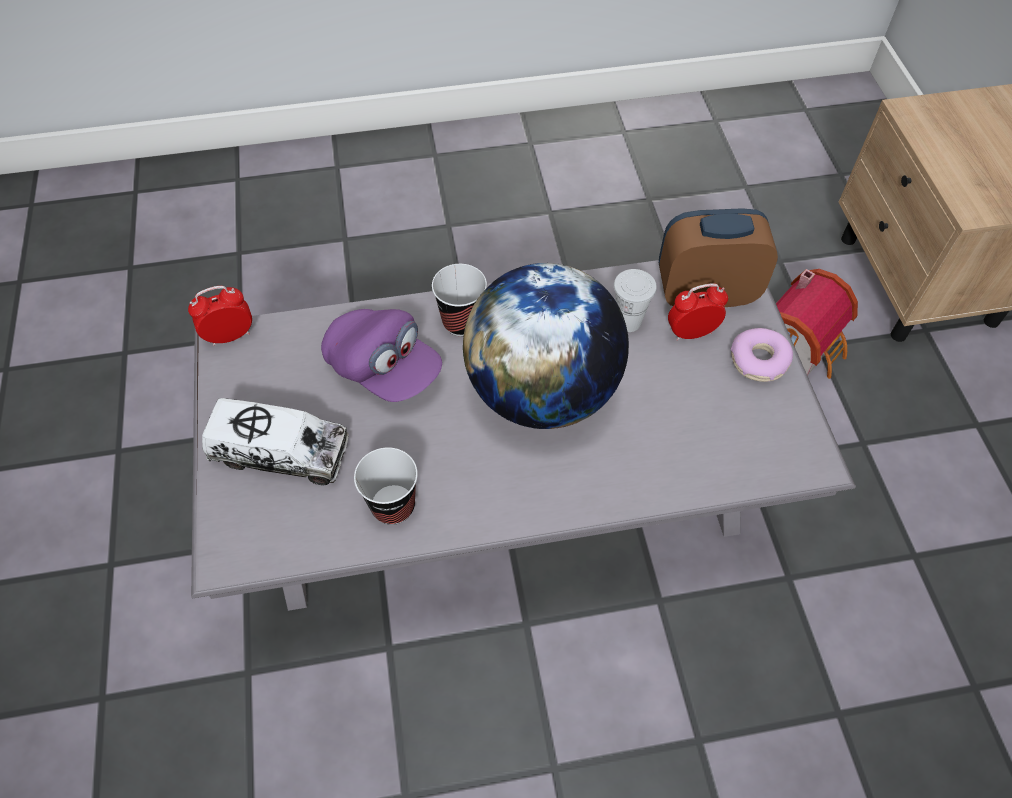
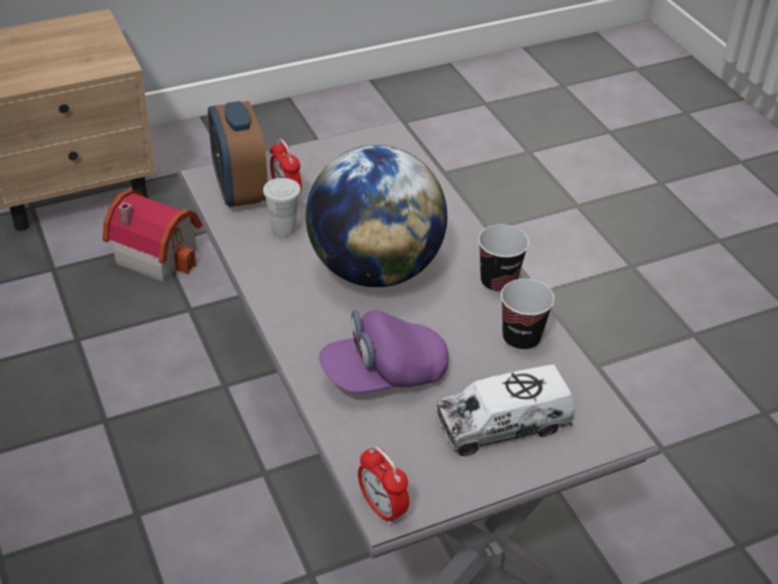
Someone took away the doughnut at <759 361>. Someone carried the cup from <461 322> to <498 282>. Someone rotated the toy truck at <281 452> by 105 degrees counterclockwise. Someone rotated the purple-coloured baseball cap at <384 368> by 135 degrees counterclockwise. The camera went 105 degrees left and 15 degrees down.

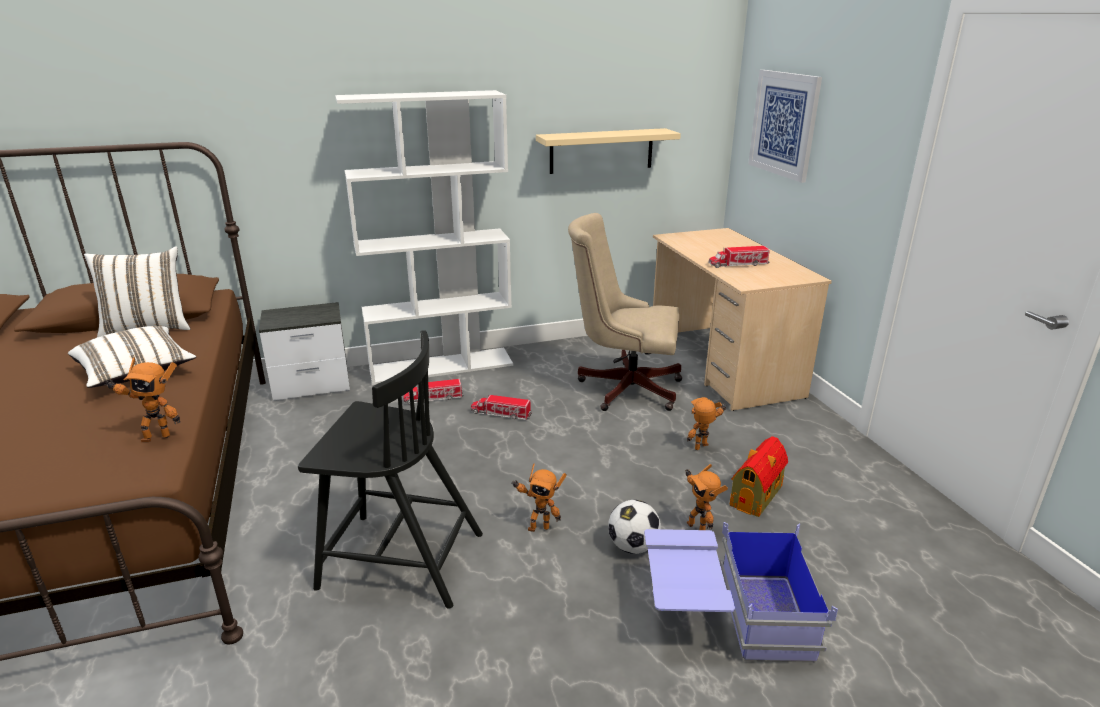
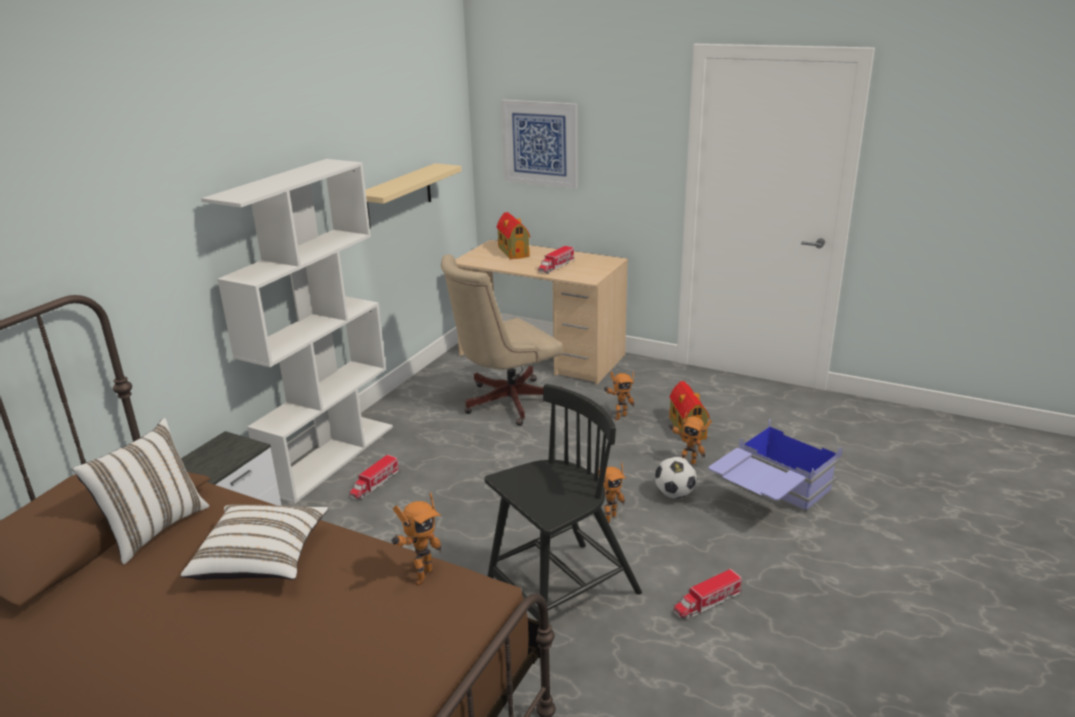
Someone put down the toy house at <513 251>. Someone carried the toy truck from <501 414> to <707 602>. Someone rotated the robot figure at <703 448> by 135 degrees counterclockwise. The camera went 45 degrees left and 0 degrees up.

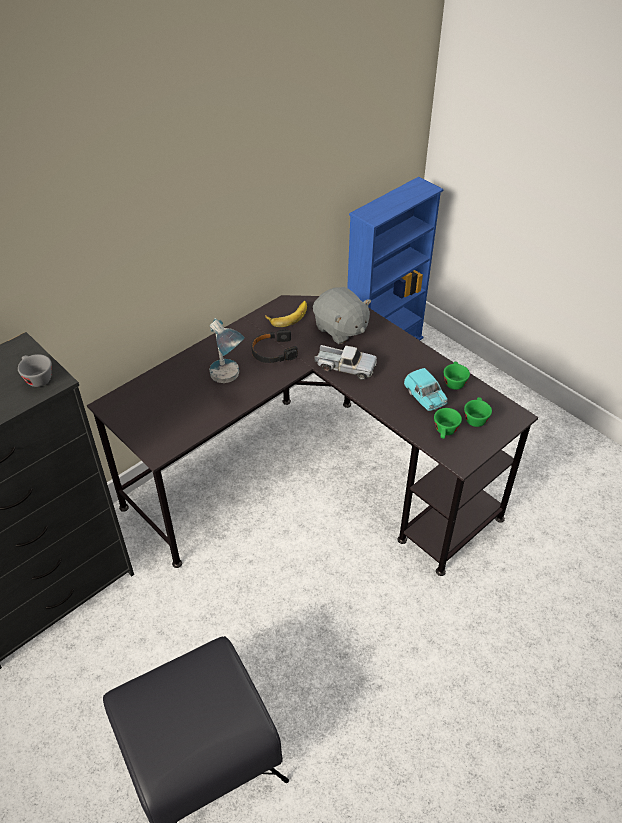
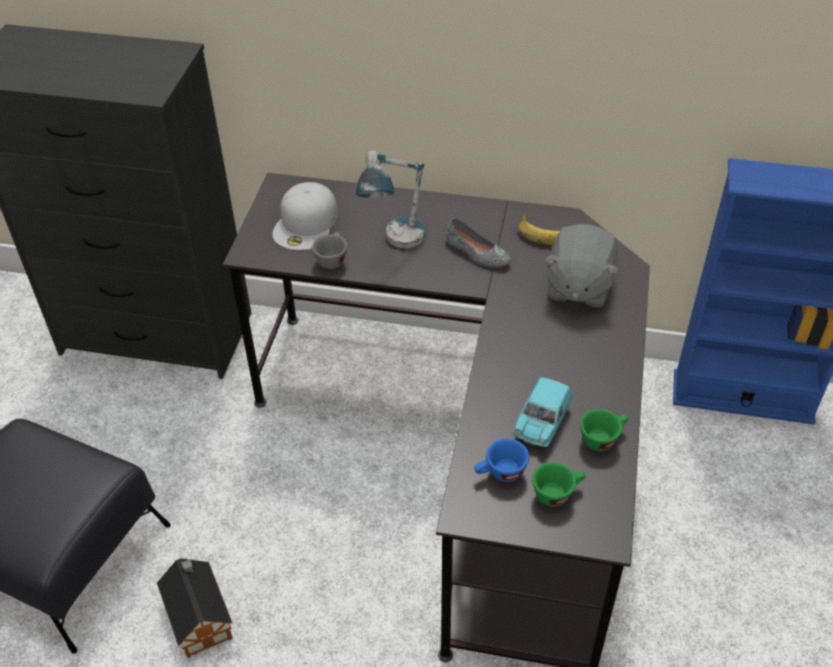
Someone took away the toy truck at <345 367>. Someone put down the toy house at <199 615>. Someone put down the white-coloured baseball cap at <306 224>. Someone carried the grey cup from <36 378> to <332 258>. Someone swapped the blackish headset at <273 352> for the grey low shoe at <477 253>. Someone repainted the green-coloured cup at <445 432>, which became the blue-coloured cup at <500 473>. The camera went 55 degrees right and 0 degrees up.

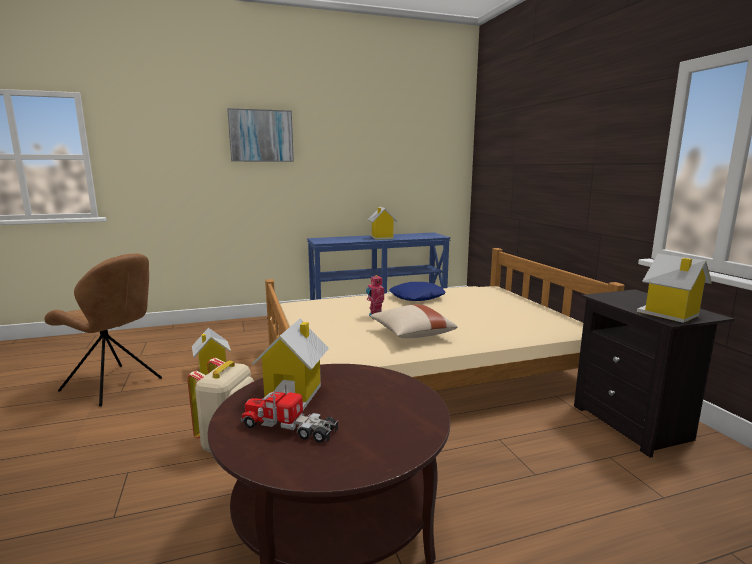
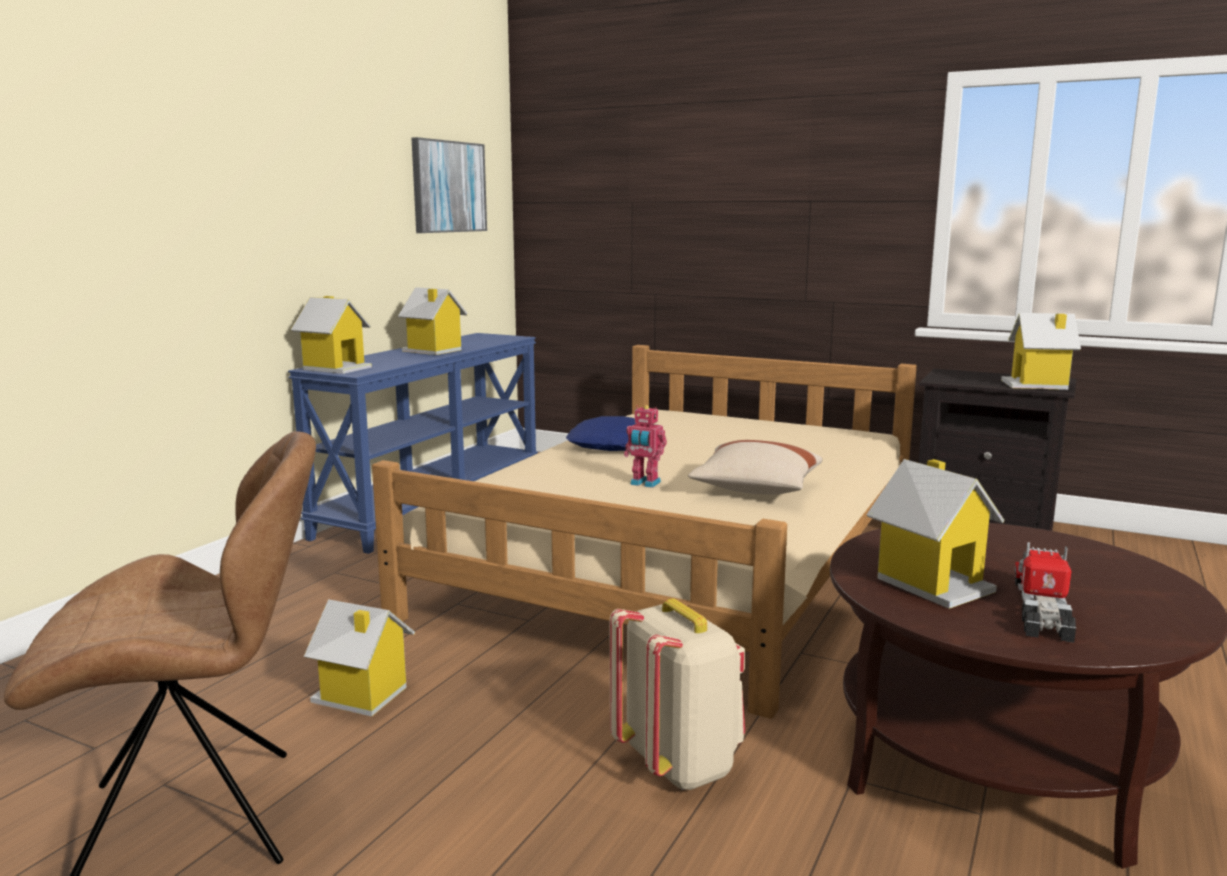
Someone put down the toy house at <335 368>. Someone carried the picture from <261 136> to <448 187>. Someone rotated the toy truck at <290 428> by 135 degrees clockwise. The camera went 45 degrees left and 0 degrees up.

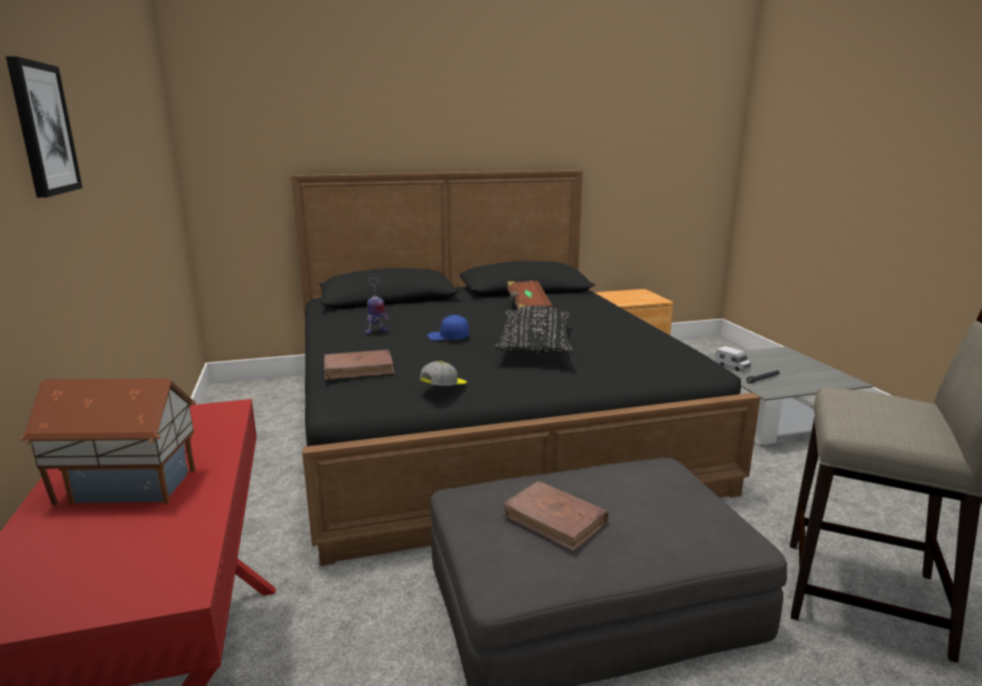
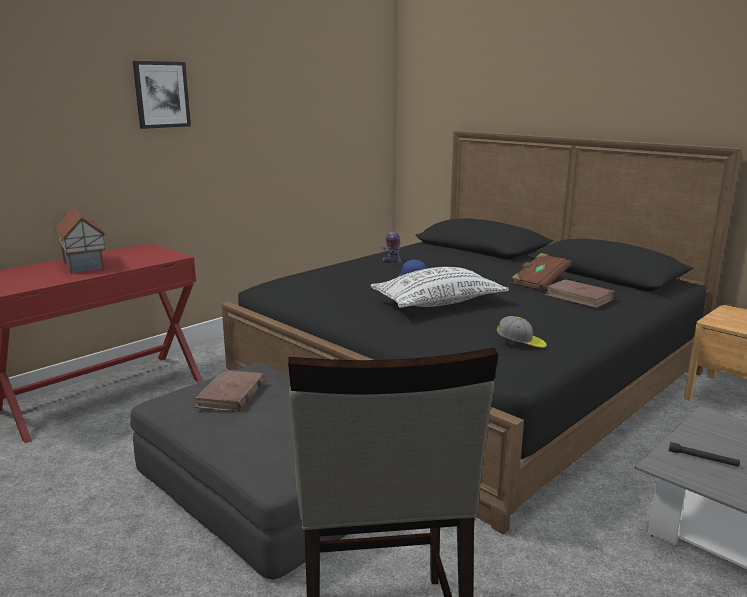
Someone took away the toy truck at <732 367>. Someone carried the brown-coloured bound book from <359 369> to <579 297>. Someone carried the baseball cap from <444 387> to <521 343>. Someone repainted the blackish pillow at <535 345>, which became the white-coloured pillow at <438 303>. The camera went 60 degrees right and 0 degrees up.

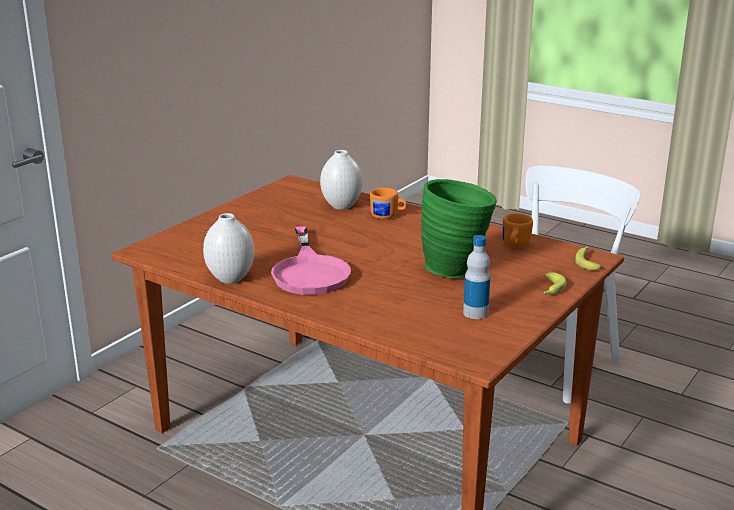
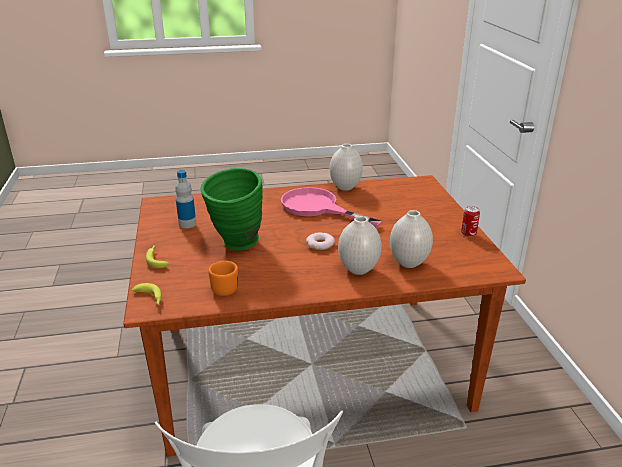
Someone put down the doughnut at <320 244>. Someone put down the can at <468 233>. Someone swapped the orange tea mug at <388 216> for the white-coloured flower vase at <358 270>. The camera went 135 degrees right and 5 degrees up.

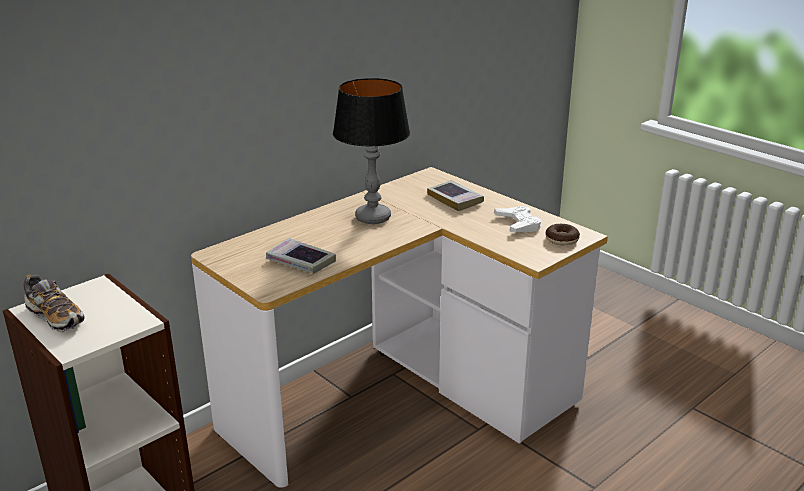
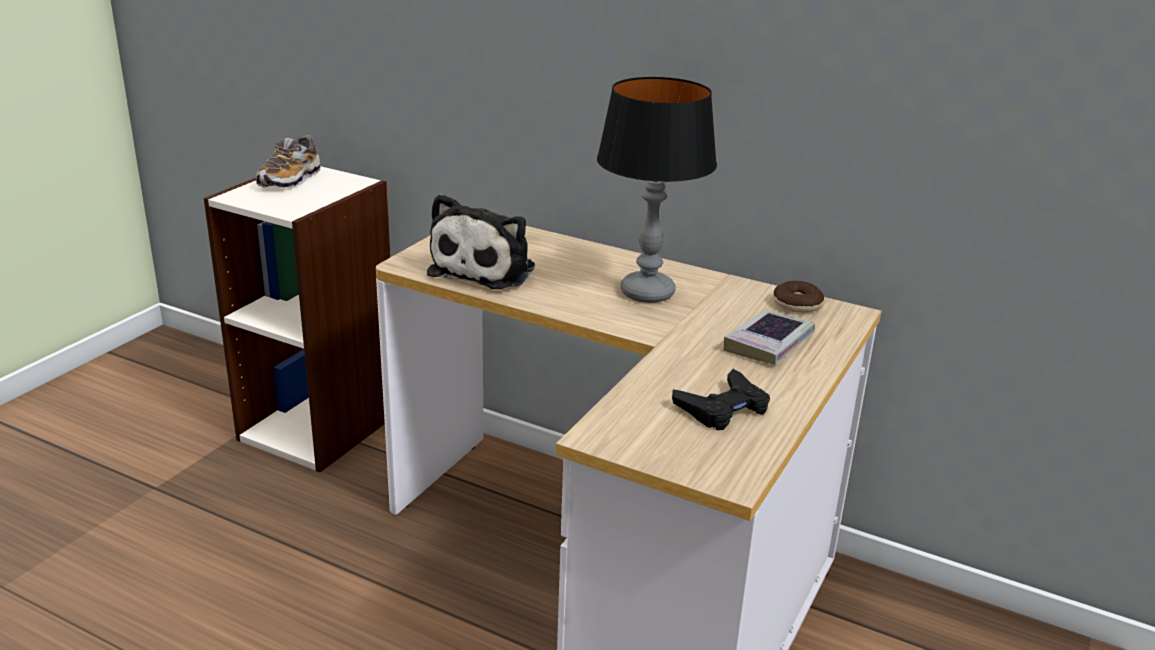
Someone carried the doughnut from <561 240> to <797 304>. Someone swapped the bound book at <301 261> for the plush toy at <486 269>. Someone repainted the white-coloured joypad at <518 224>, which became the blackish joypad at <723 408>. The camera went 70 degrees right and 0 degrees up.

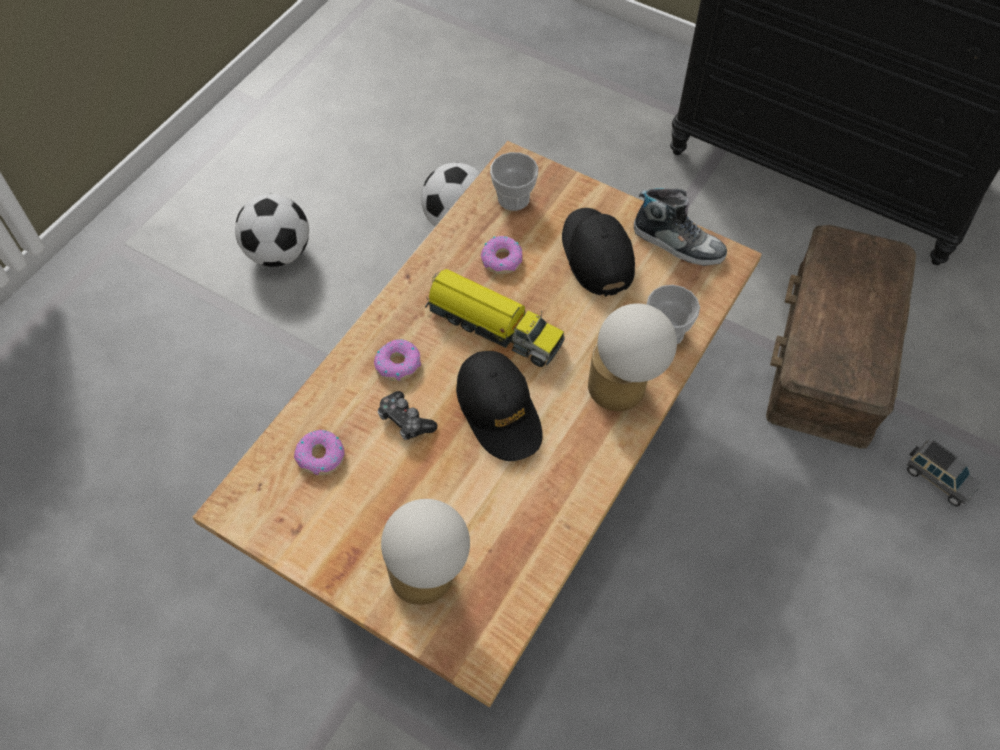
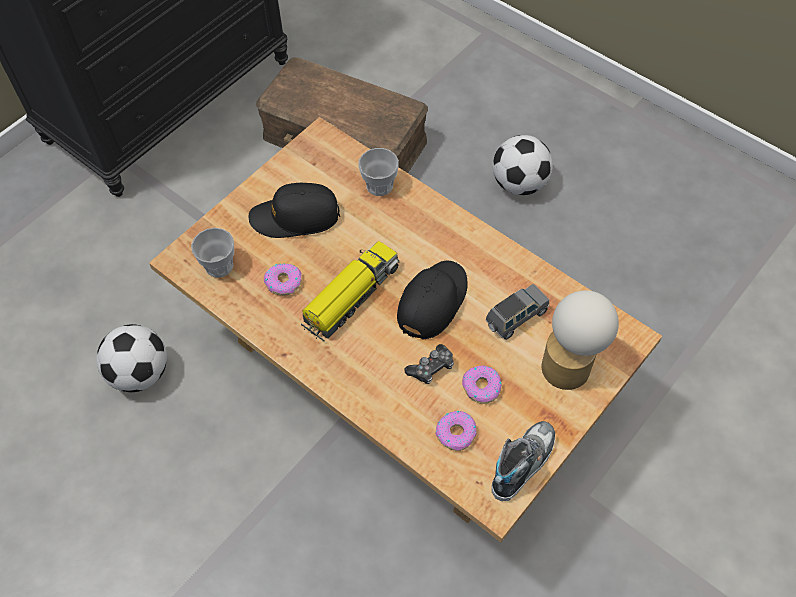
Someone took away the tabletop lamp at <623 392>. Someone carried the football from <279 253> to <519 184>. Someone carried the doughnut from <398 364> to <481 387>. Someone carried the low shoe from <678 243> to <522 463>. Someone carried the grey model car from <937 479> to <515 318>. Someone rotated the blackish baseball cap at <499 411> by 45 degrees counterclockwise. The camera went 80 degrees left and 0 degrees up.

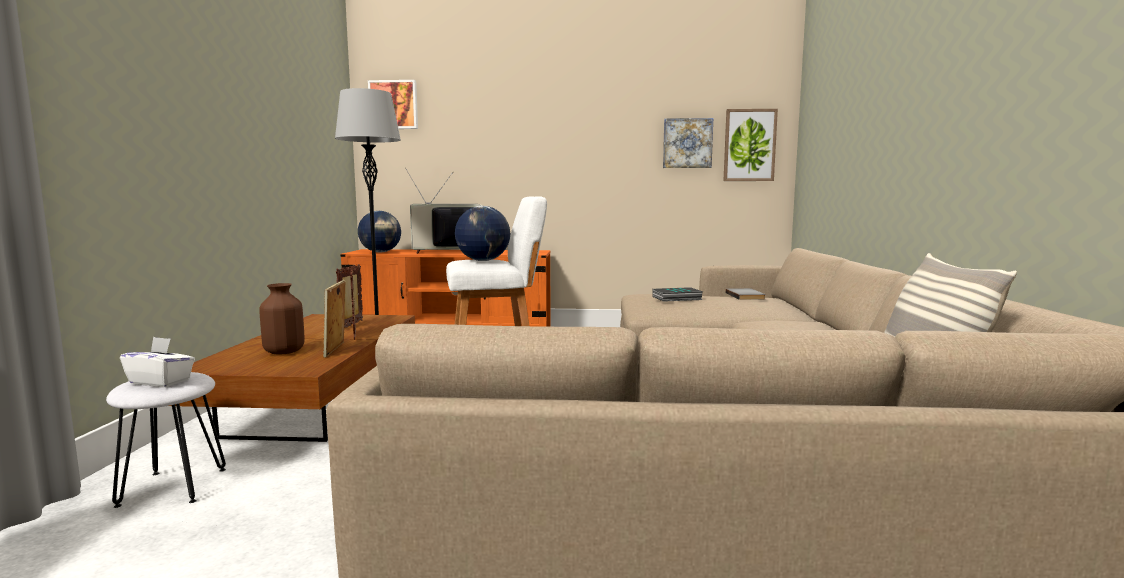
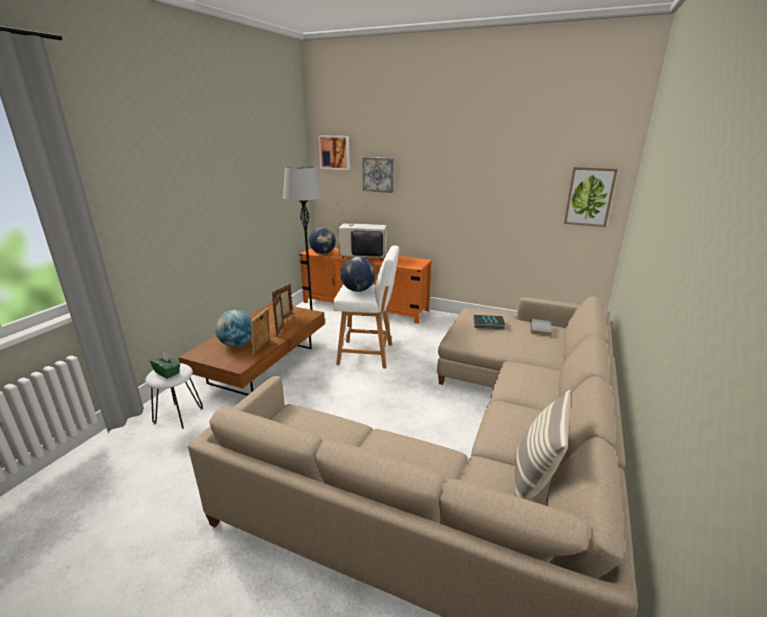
Someone carried the picture from <687 143> to <378 174>. Someone swapped the brown-coloured flower vase at <283 352> for the desk globe at <237 344>. Someone repainted the white-coloured tissue box at <161 382>, which became the green-coloured tissue box at <167 372>. The camera went 20 degrees right and 15 degrees up.

